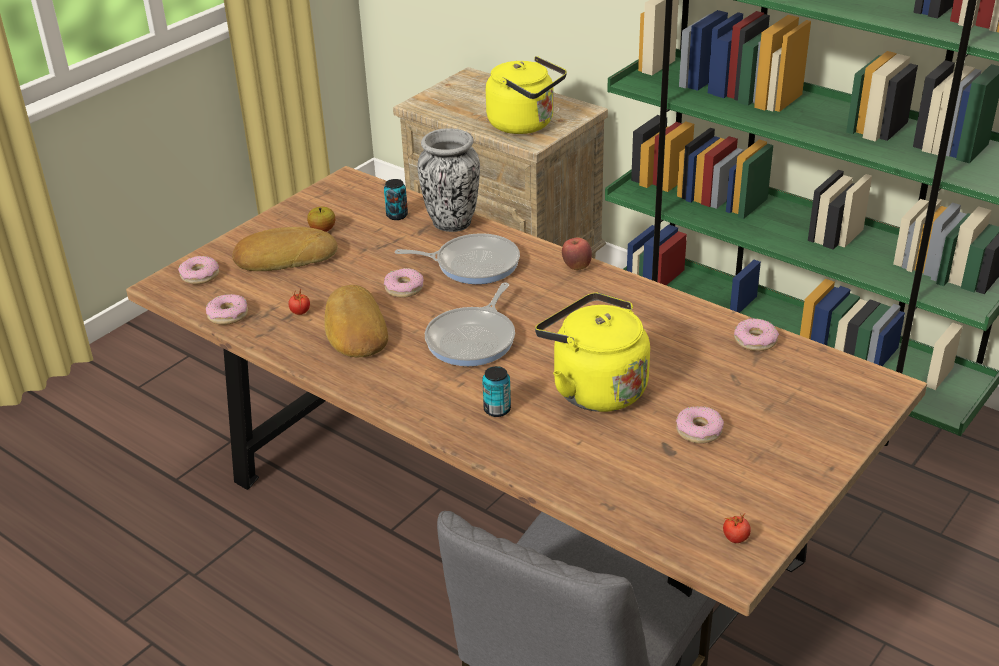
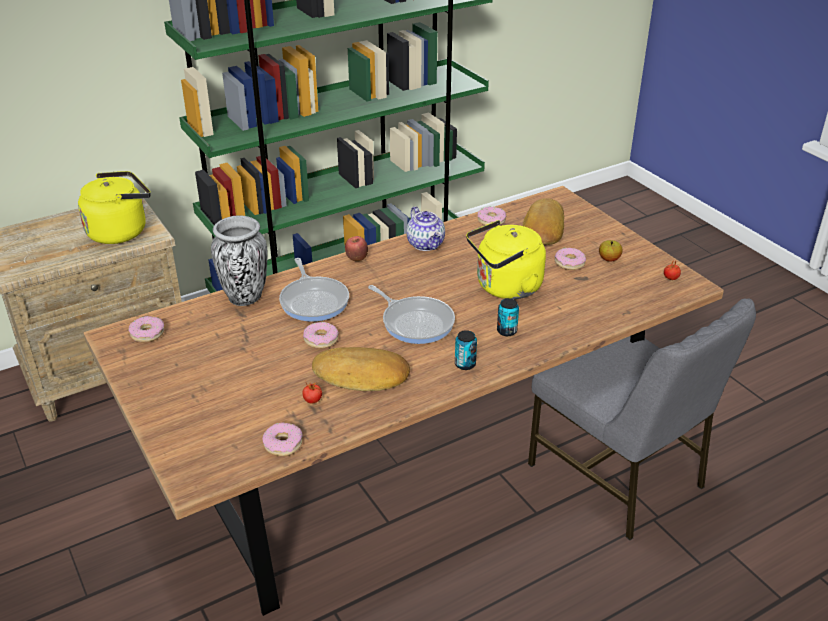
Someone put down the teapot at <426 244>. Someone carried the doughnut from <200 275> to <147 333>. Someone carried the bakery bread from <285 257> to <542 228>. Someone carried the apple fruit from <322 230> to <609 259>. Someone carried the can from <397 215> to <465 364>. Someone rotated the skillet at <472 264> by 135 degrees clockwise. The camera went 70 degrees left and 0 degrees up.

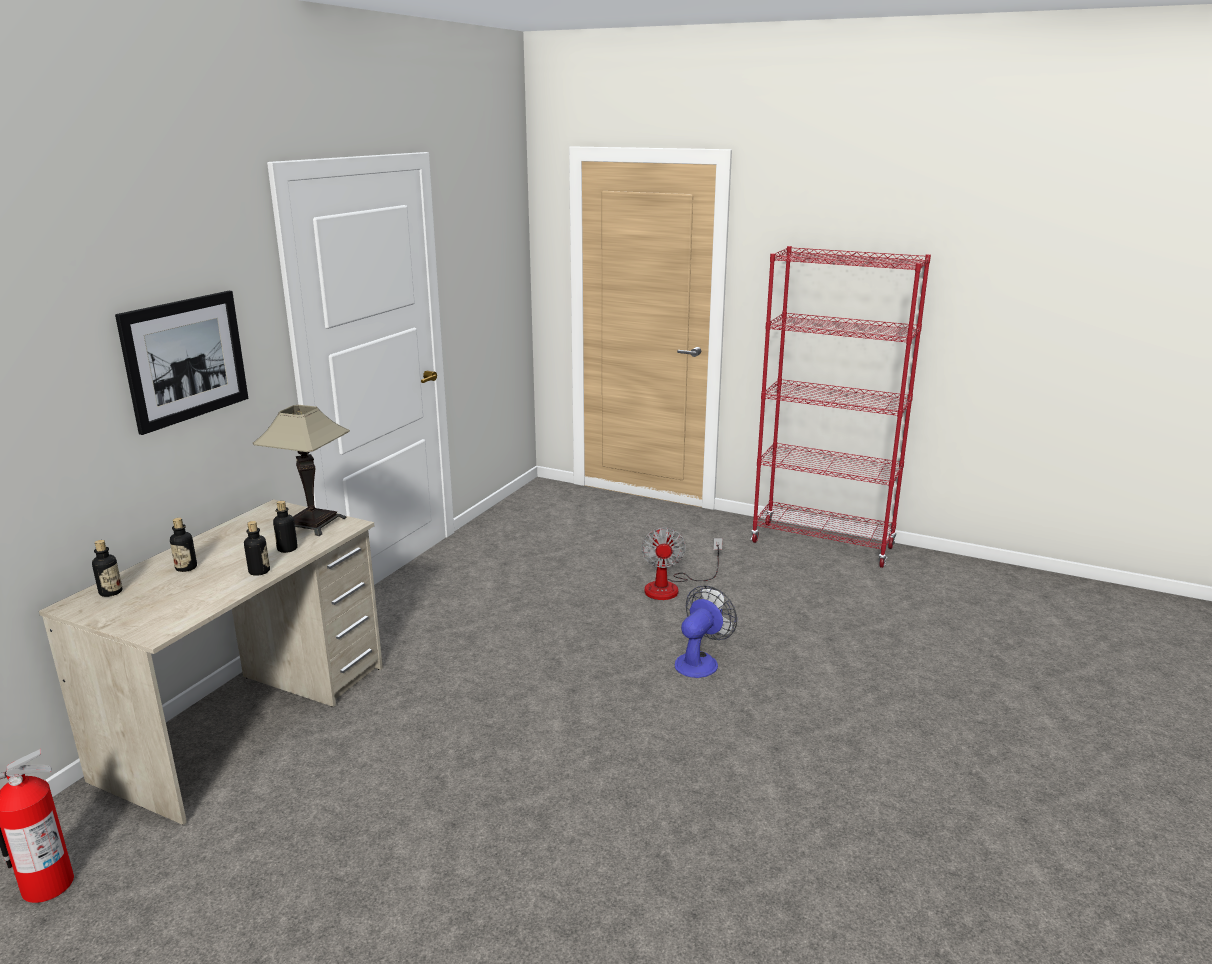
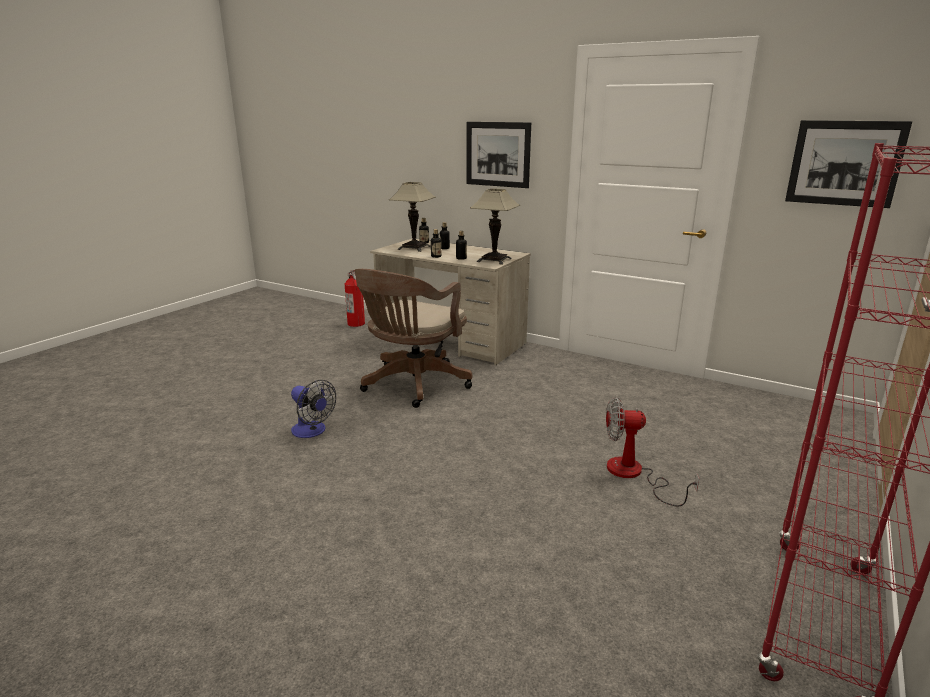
Someone put down the brown-coloured desk chair at <413 385>. Someone put down the tabletop lamp at <414 248>. Someone put up the picture at <844 163>. Someone carried the cooling fan from <700 661> to <312 431>. The camera went 95 degrees right and 0 degrees up.

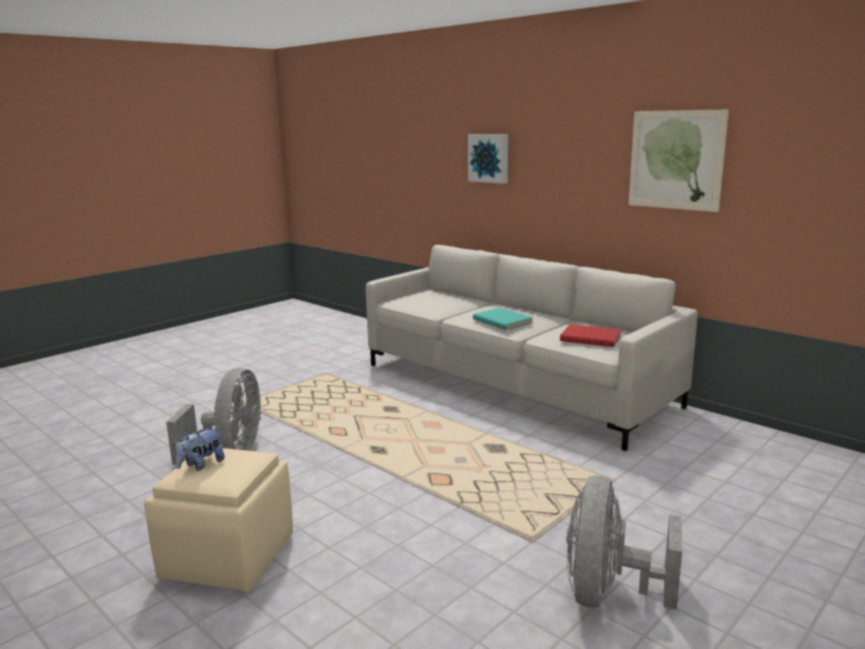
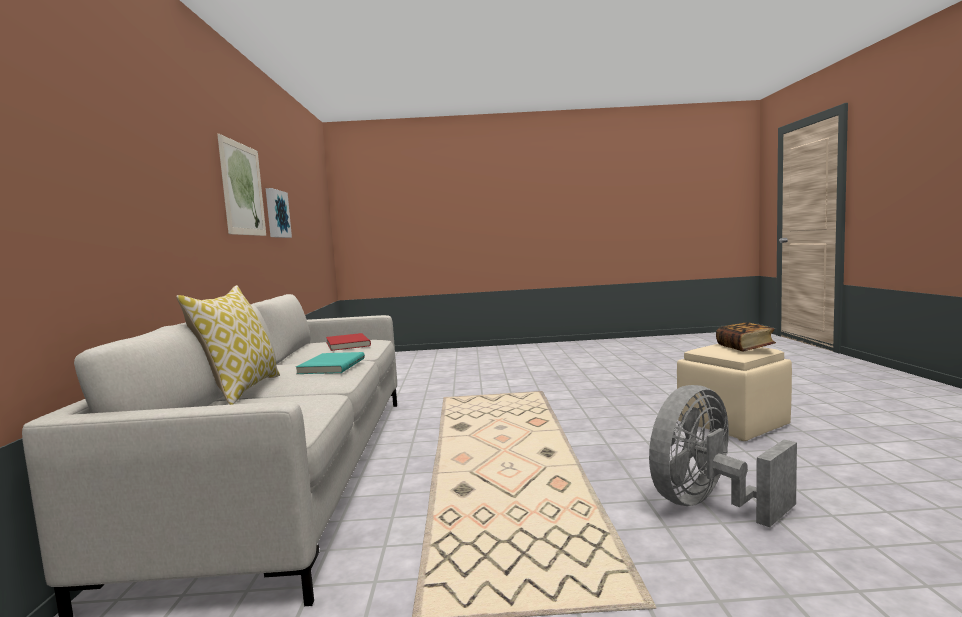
Someone took away the grey cooling fan at <608 593>. Someone put down the pillow at <240 390>. Someone carried the picture from <489 158> to <276 214>. Someone swapped the plush toy at <201 465> for the bound book at <745 348>. The camera went 135 degrees left and 10 degrees down.

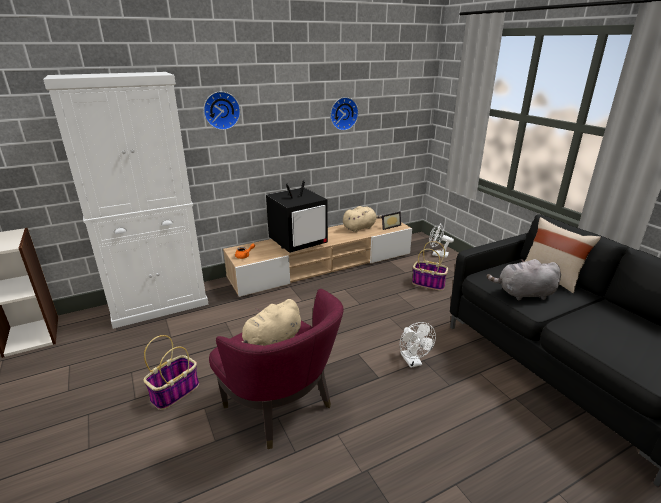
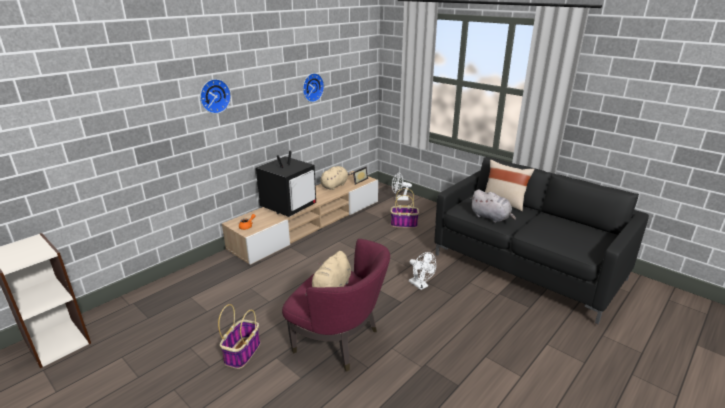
Someone took away the white-coloured cabinet at <160 305>. Someone rotated the grey plush toy at <523 294> by 120 degrees counterclockwise. The camera went 20 degrees left and 0 degrees up.

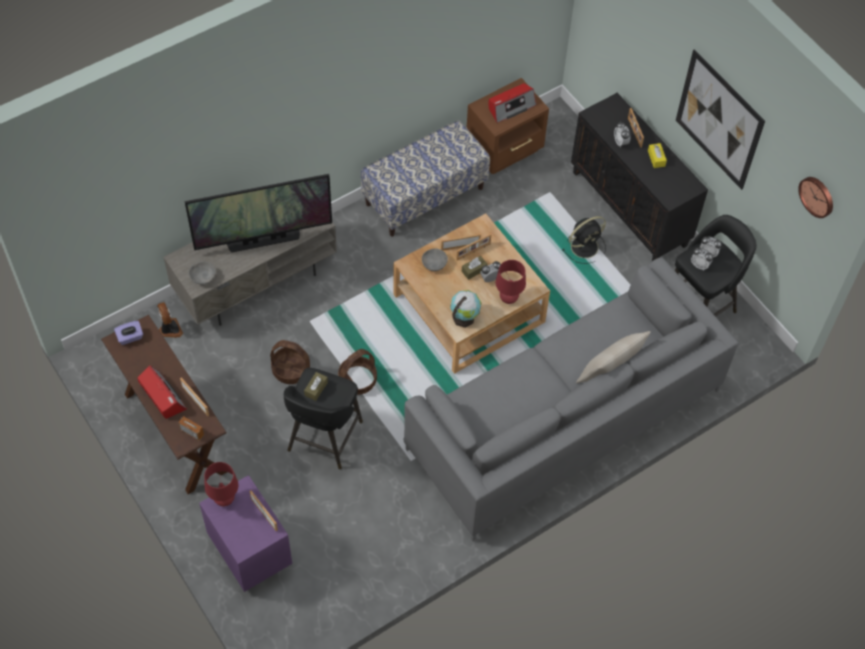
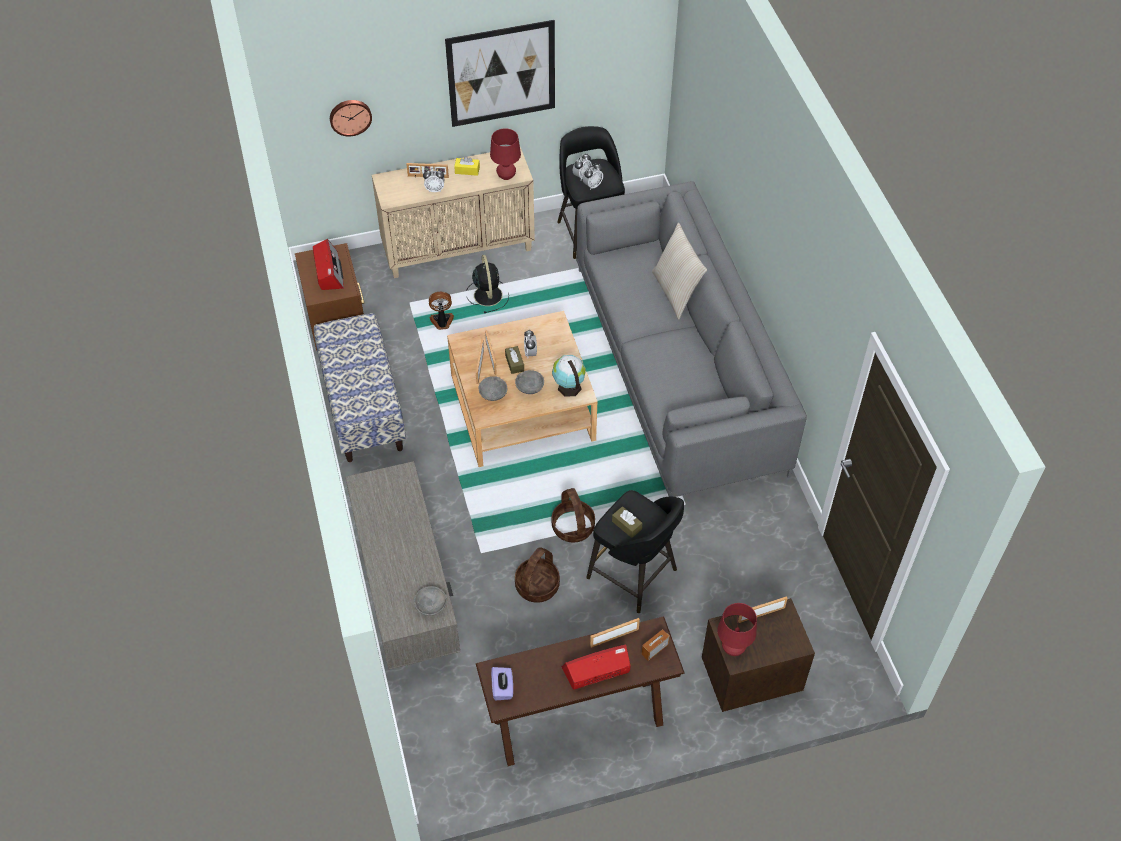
Someone took away the TV at <263 239>. Someone put down the grey bowl at <529 388>. Someone carried the cooling fan from <170 329> to <442 322>. Someone carried the red-coloured tabletop lamp from <508 298> to <506 176>. Someone carried the wall clock from <817 196> to <350 116>. Someone repainted the purple-coloured nightstand at <250 549>, which became the brown-coloured nightstand at <749 677>. Someone repainted the blackish cabinet at <630 209>, which became the sand-coloured cabinet at <459 248>. The camera went 70 degrees left and 5 degrees down.

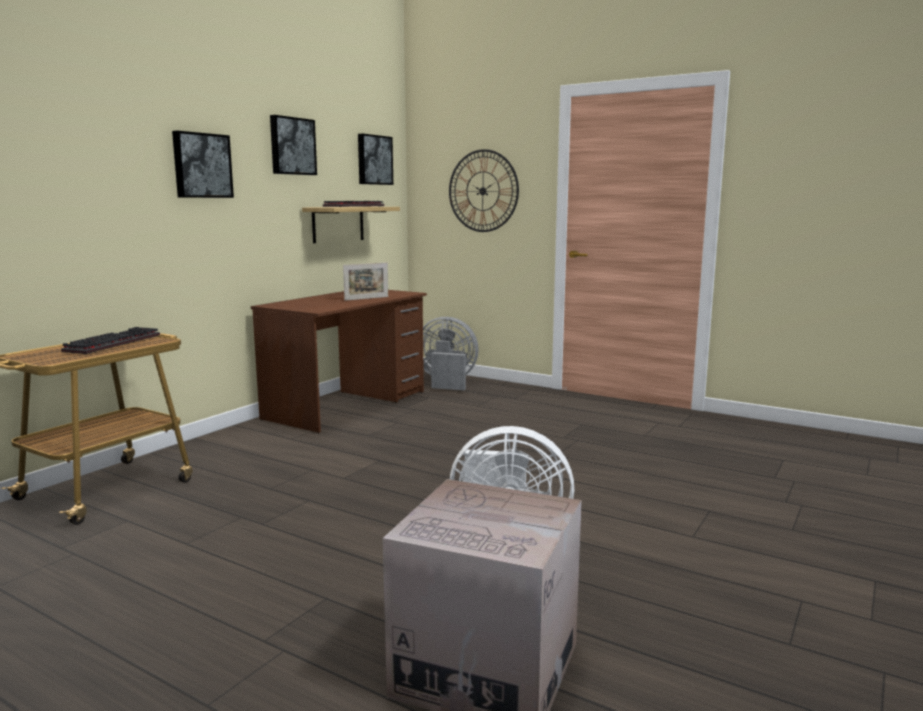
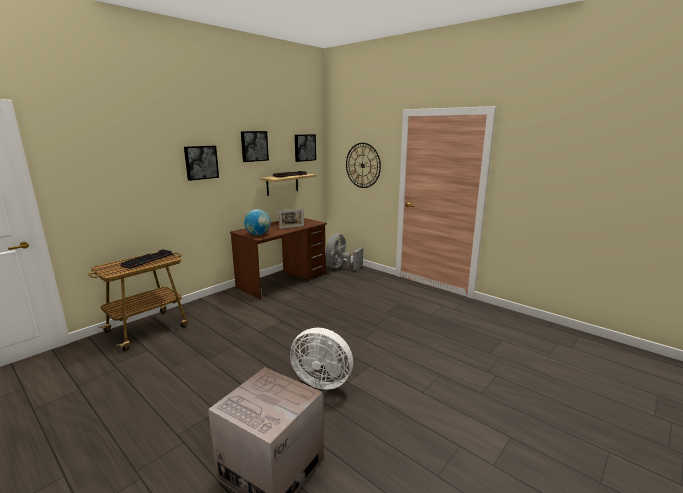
Someone put down the desk globe at <258 234>. Someone rotated the grey cooling fan at <446 382> by 90 degrees counterclockwise. The camera went 10 degrees right and 5 degrees up.

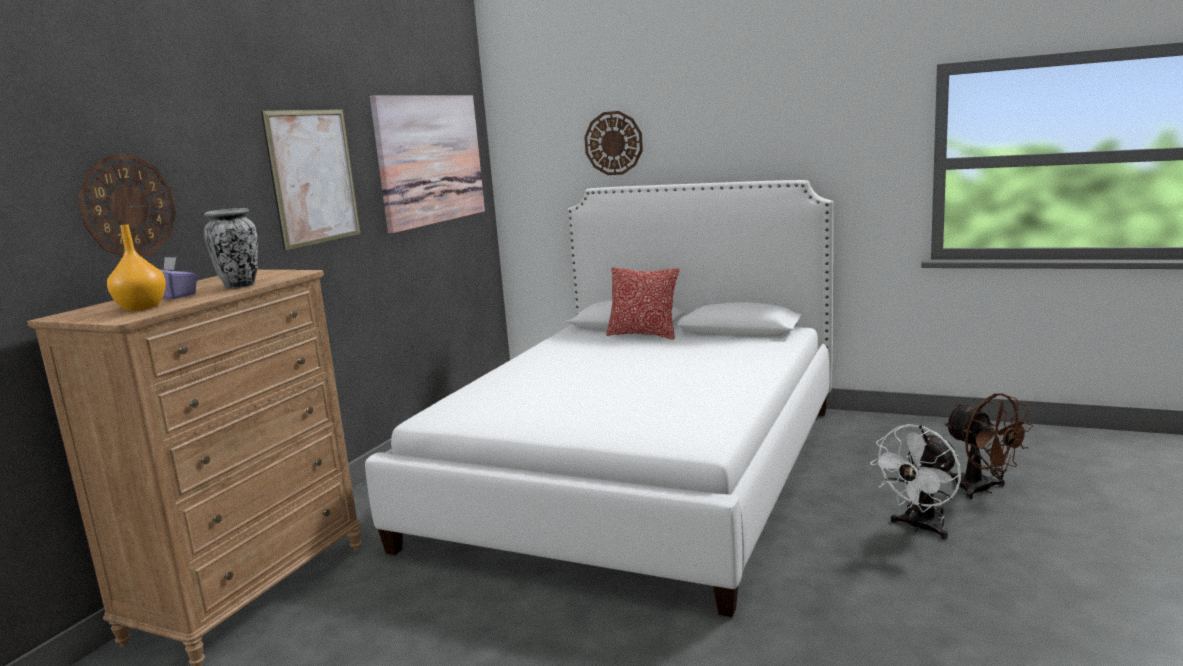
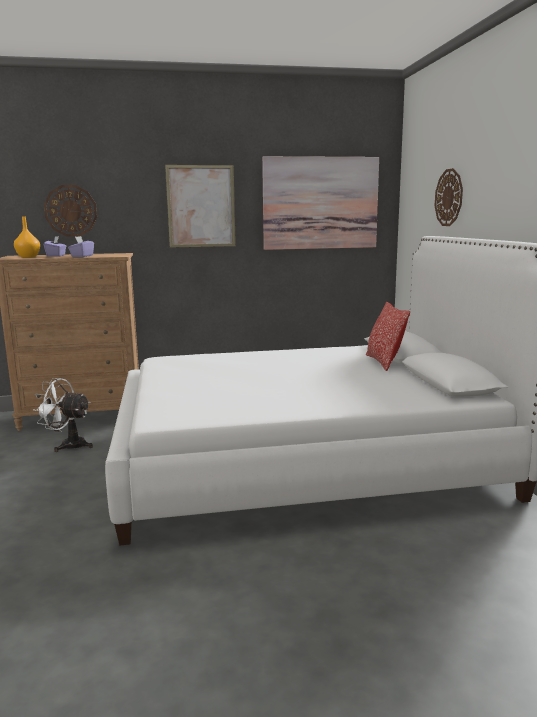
Someone took away the brown-coloured cooling fan at <982 490>. Someone carried the white-coloured cooling fan from <920 528> to <68 445>. Someone swapped the flower vase at <240 285> for the purple-coloured tissue box at <82 256>. The camera went 55 degrees right and 0 degrees up.

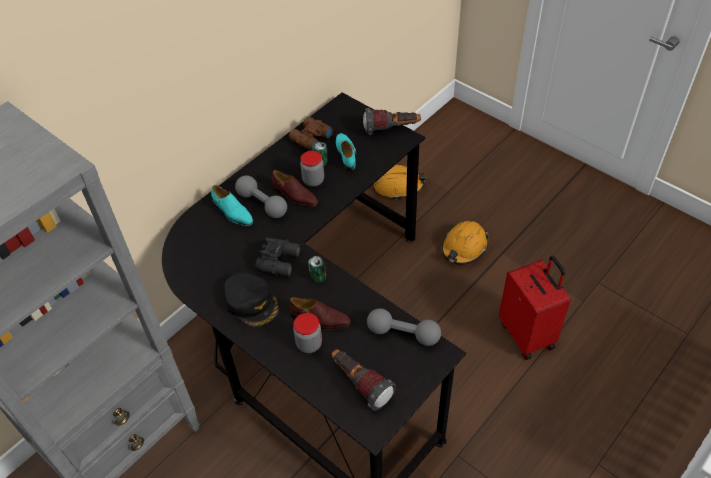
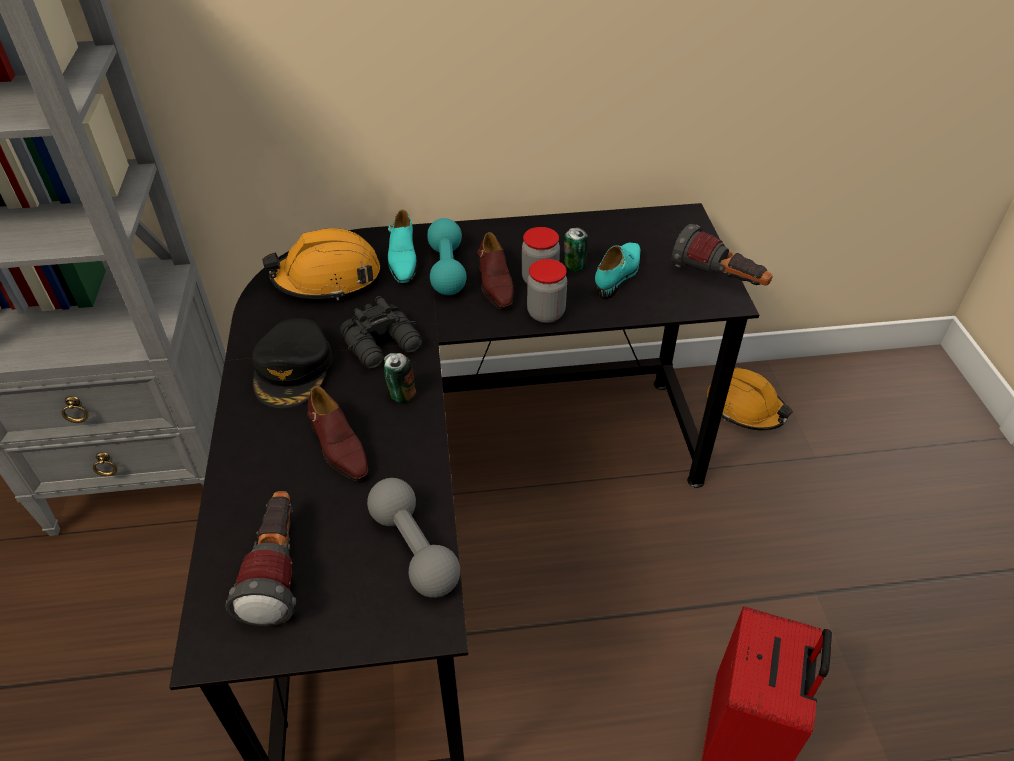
Someone took away the brown-coloured binoculars at <310 138>. Someone carried the preserve jar from <309 344> to <546 313>. Someone carried the orange work helmet from <464 247> to <327 278>. Someone repainted the grey free weight at <262 204>, which became the turquoise-coloured free weight at <447 270>. The camera went 40 degrees right and 5 degrees down.

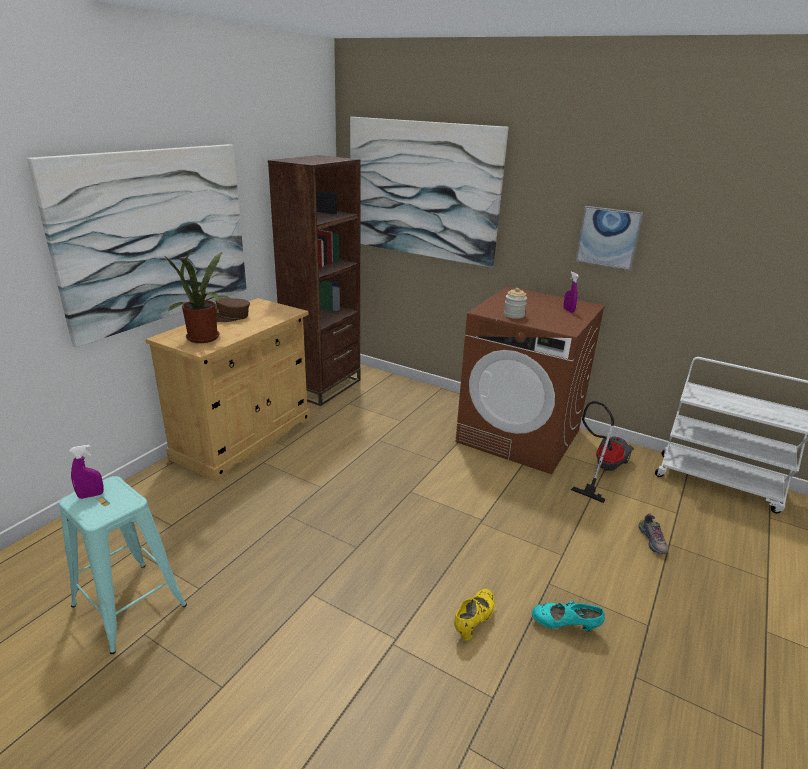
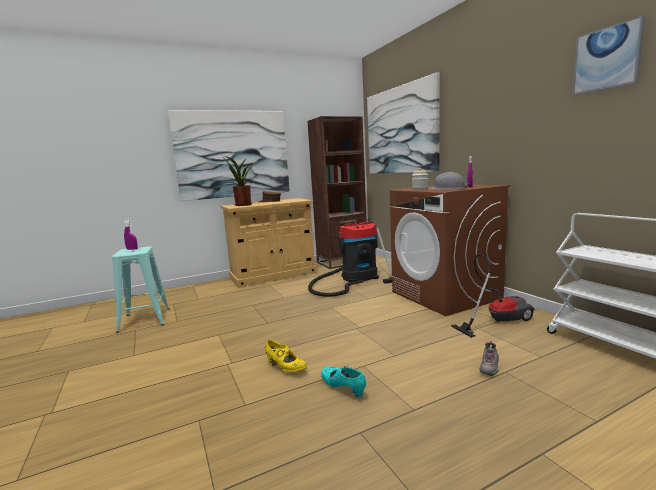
Someone put down the hoover at <356 278>. Someone put down the grey work helmet at <447 189>. Someone carried the picture from <608 237> to <607 58>. Someone rotated the yellow-coloured low shoe at <474 621> by 60 degrees clockwise. The camera went 35 degrees right and 15 degrees down.

